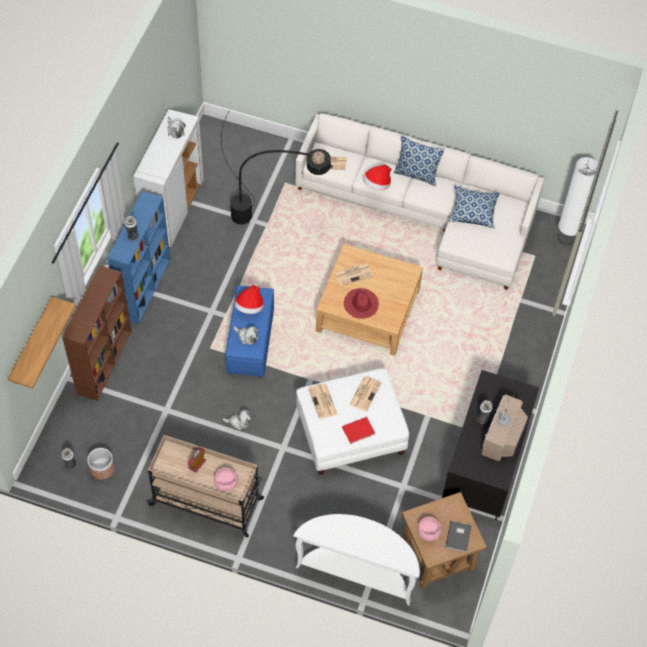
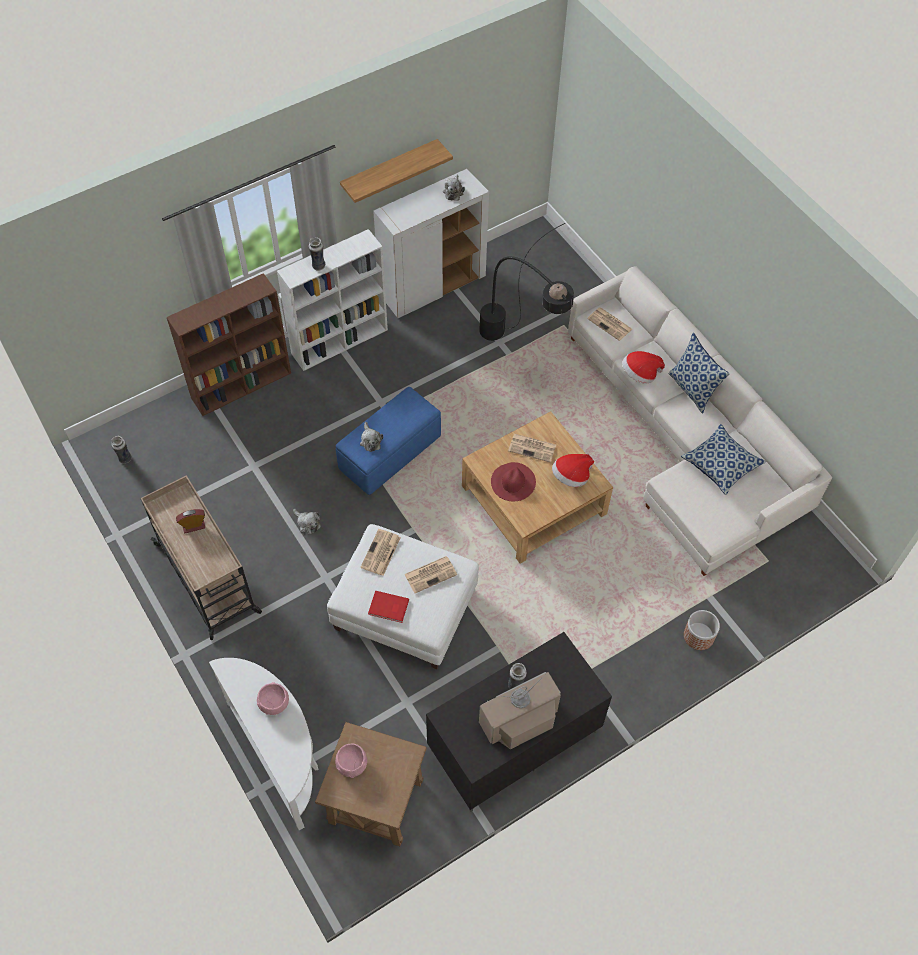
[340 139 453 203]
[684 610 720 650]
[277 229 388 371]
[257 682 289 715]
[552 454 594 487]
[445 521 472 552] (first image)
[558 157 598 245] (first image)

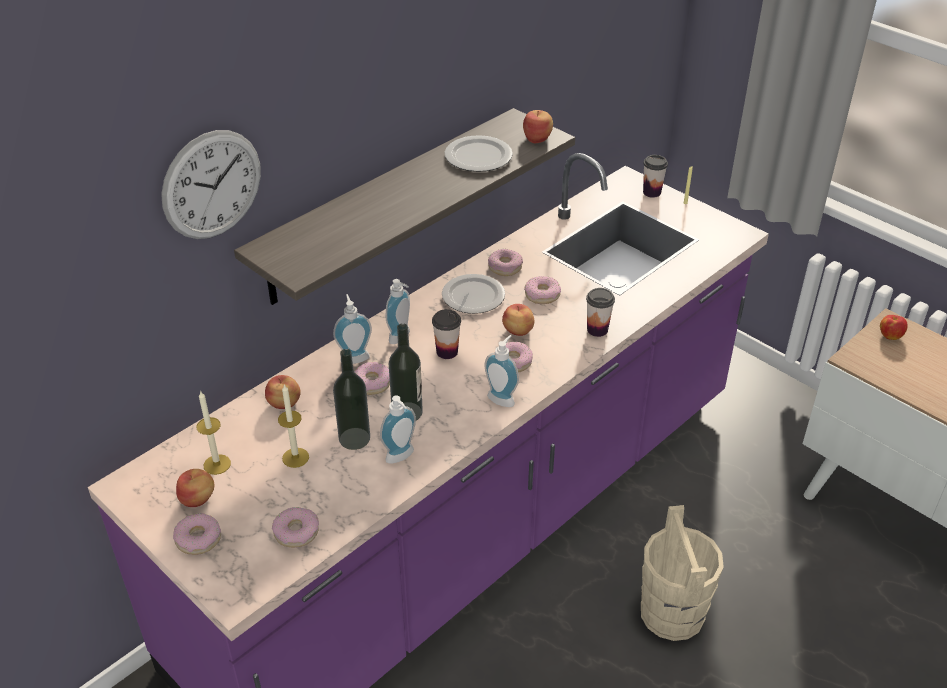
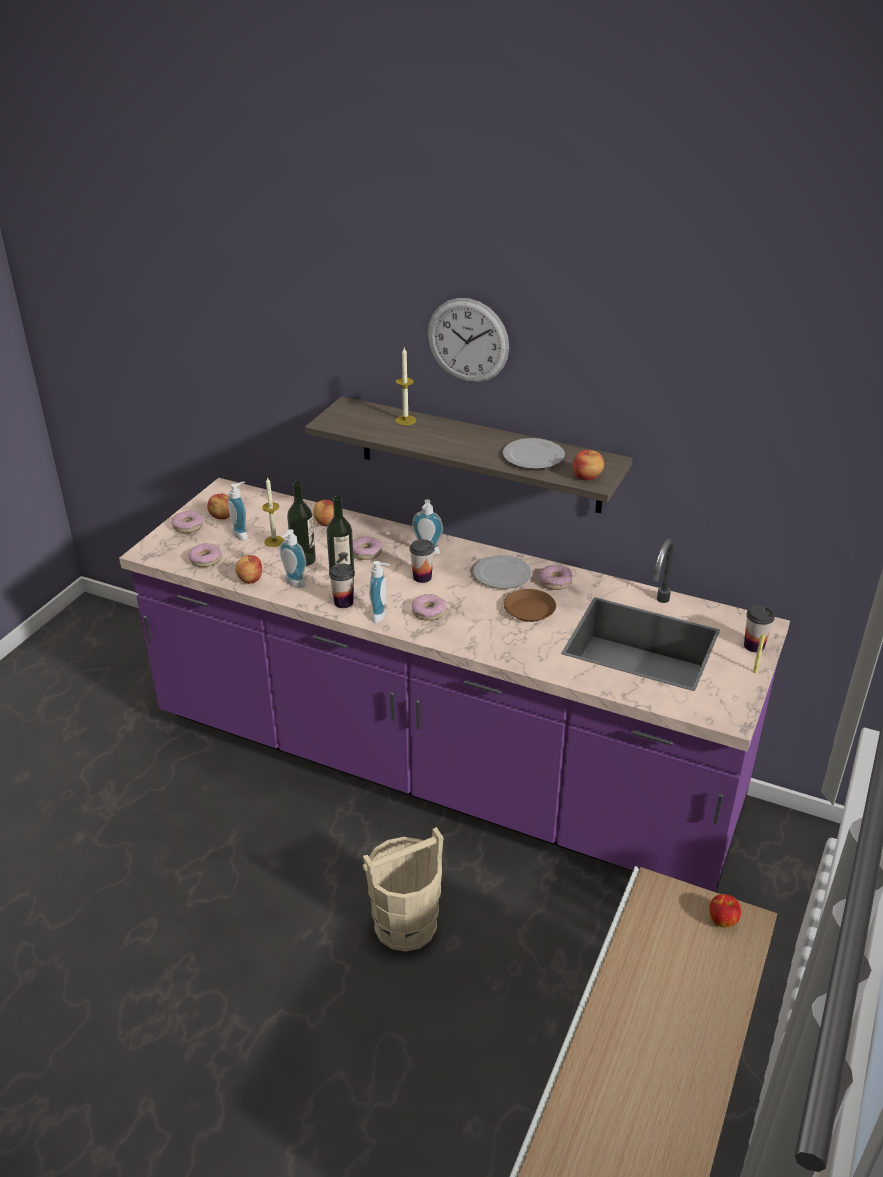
[428 298 509 383]
[395 348 416 425]
[228 481 248 540]
[235 555 262 584]
[504 589 556 622]
[329 563 355 608]

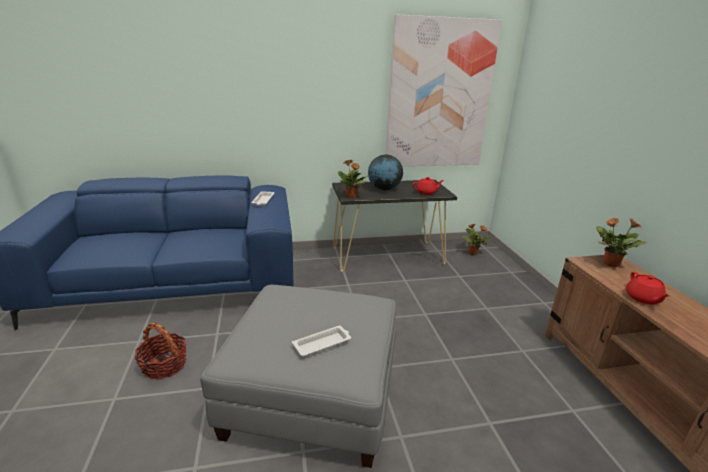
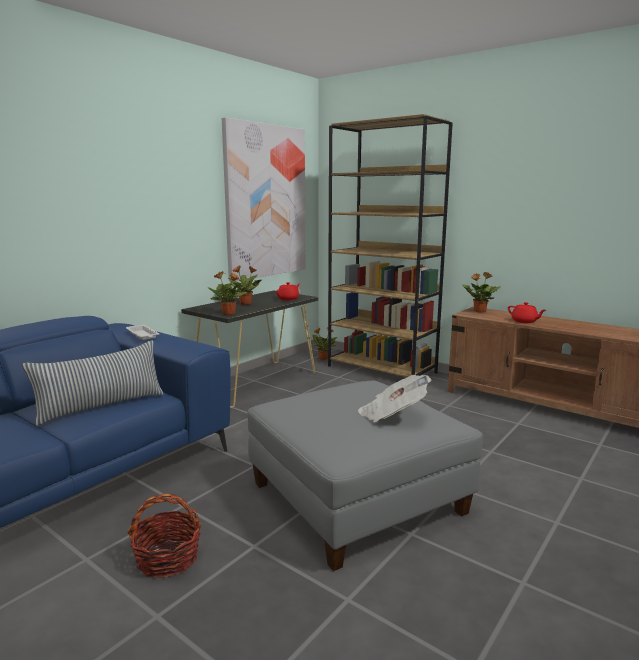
[358 375 432 422]
[228 265 262 305]
[22 340 164 426]
[328 114 453 377]

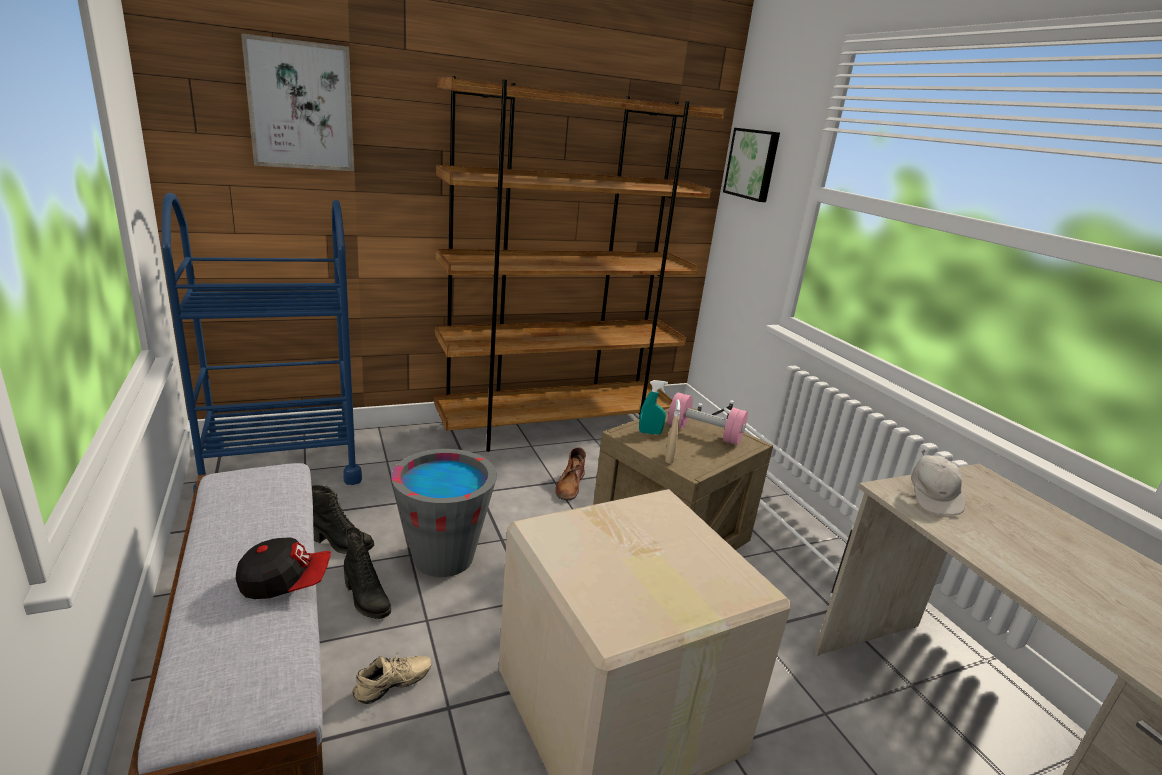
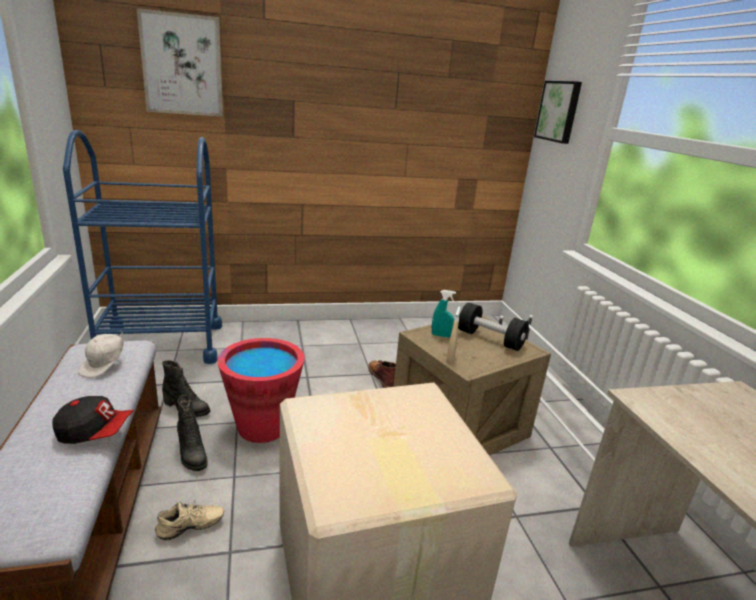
[217 338 305 443]
[434 76 725 452] (first image)
[368 360 396 388]
[458 303 529 351]
[78 331 124 378]

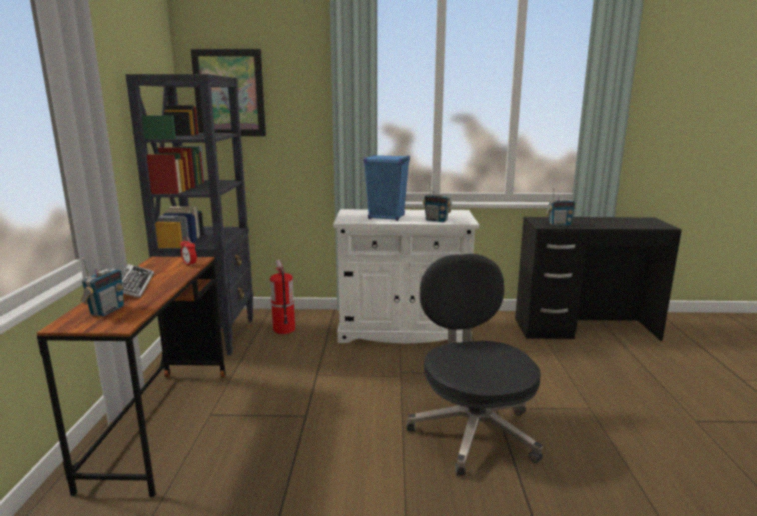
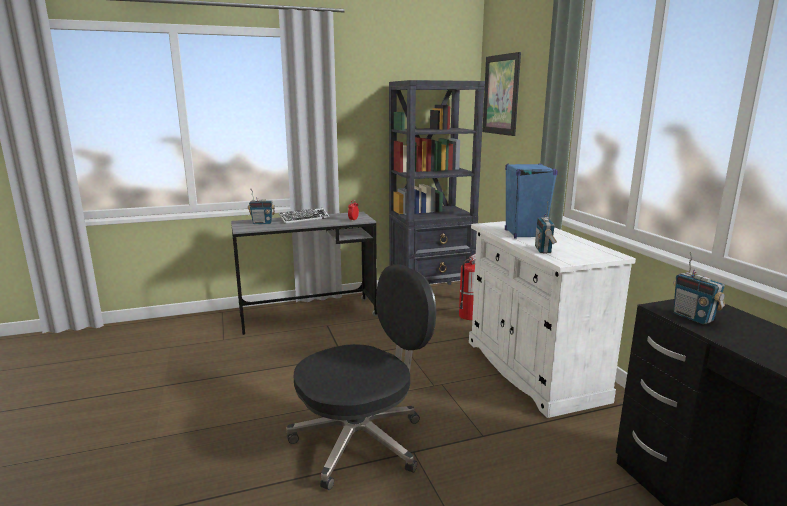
[231 212 378 335]

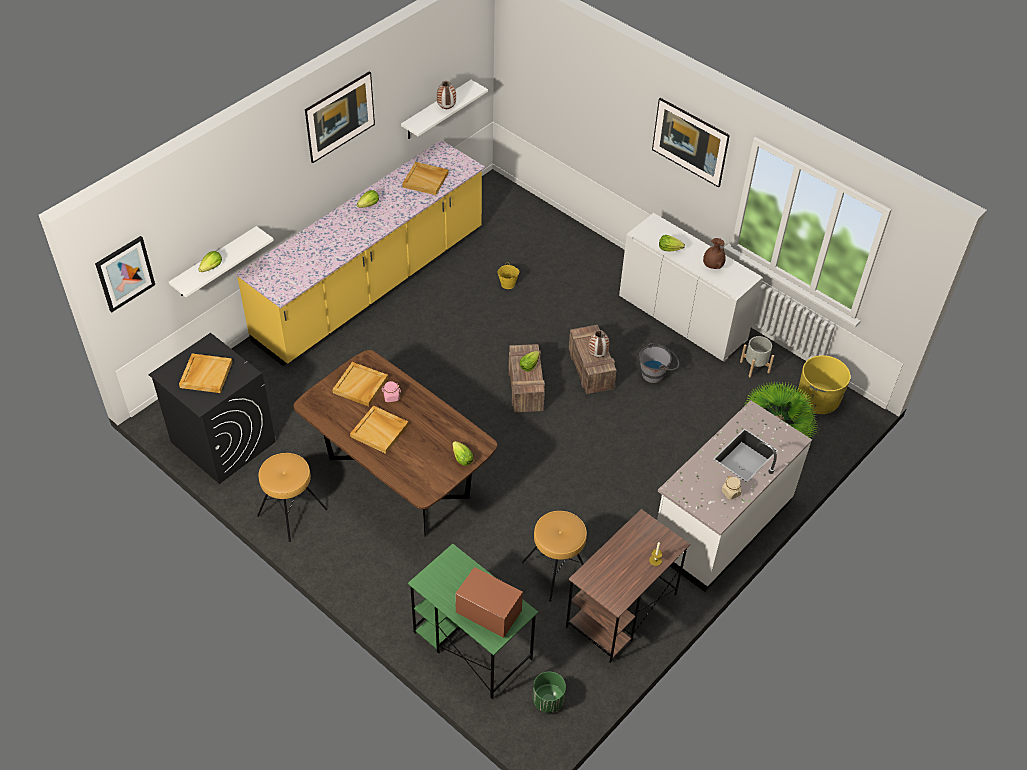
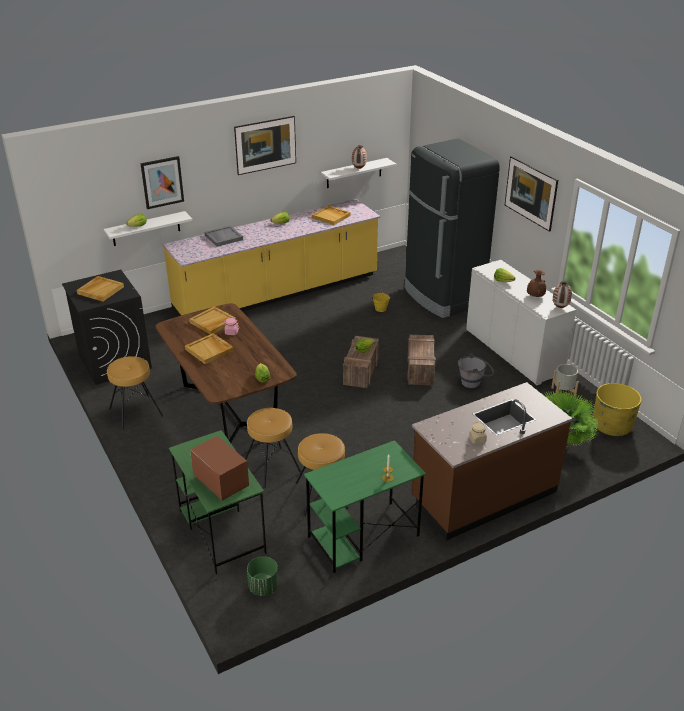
[140 156 184 209]
[304 440 426 573]
[553 281 572 308]
[411 382 572 540]
[205 225 243 247]
[245 408 301 488]
[405 138 500 318]

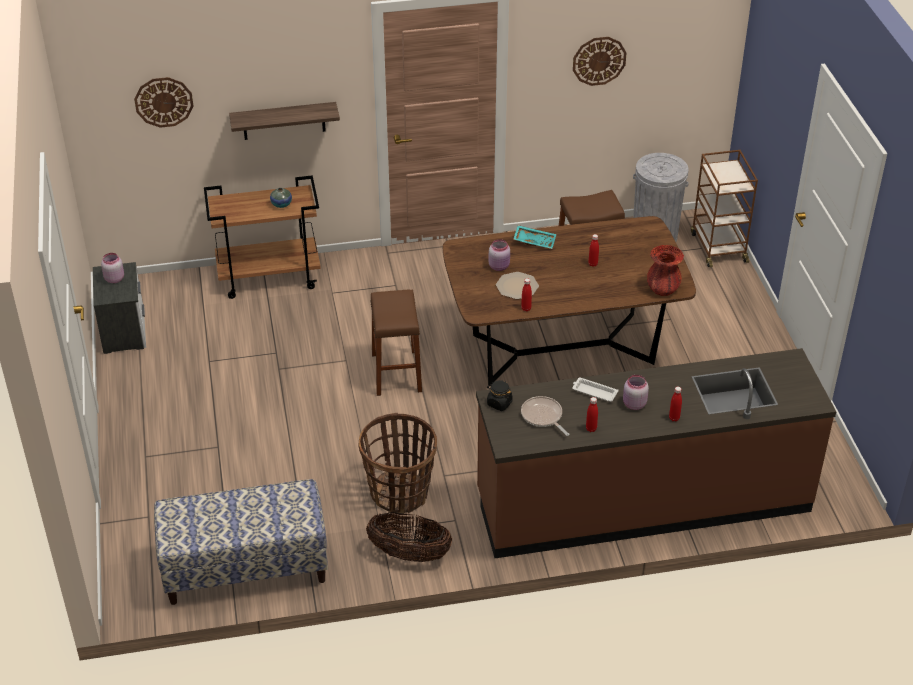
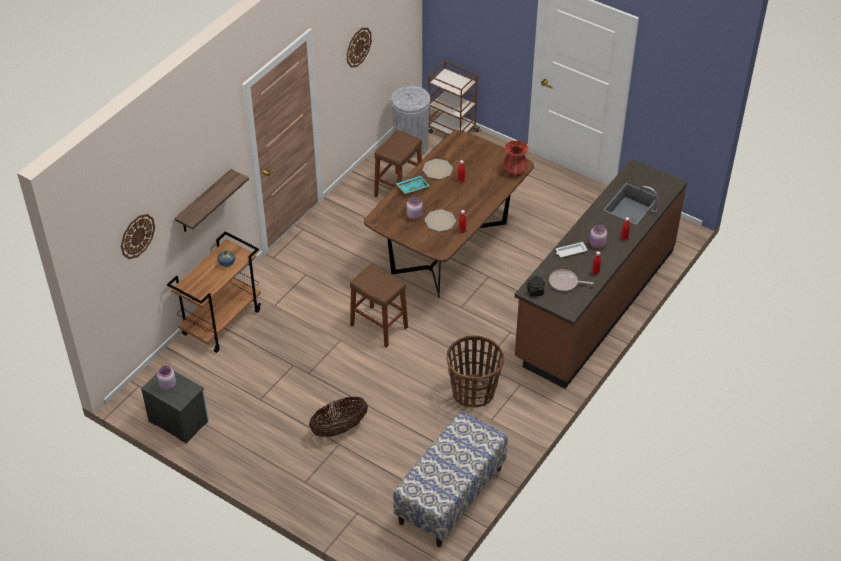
[309 397 368 437]
[422 159 453 179]

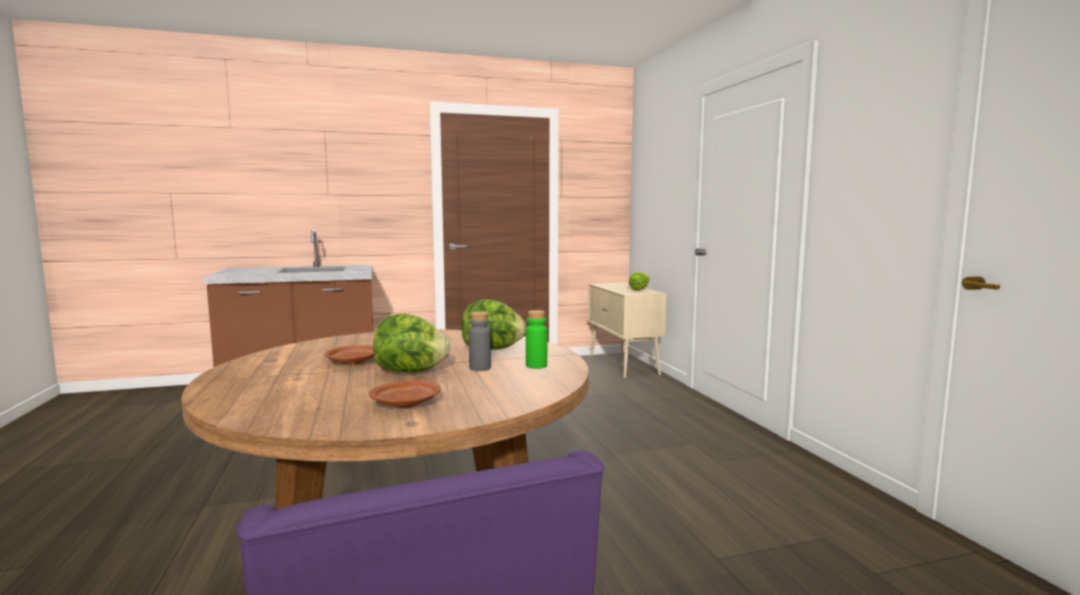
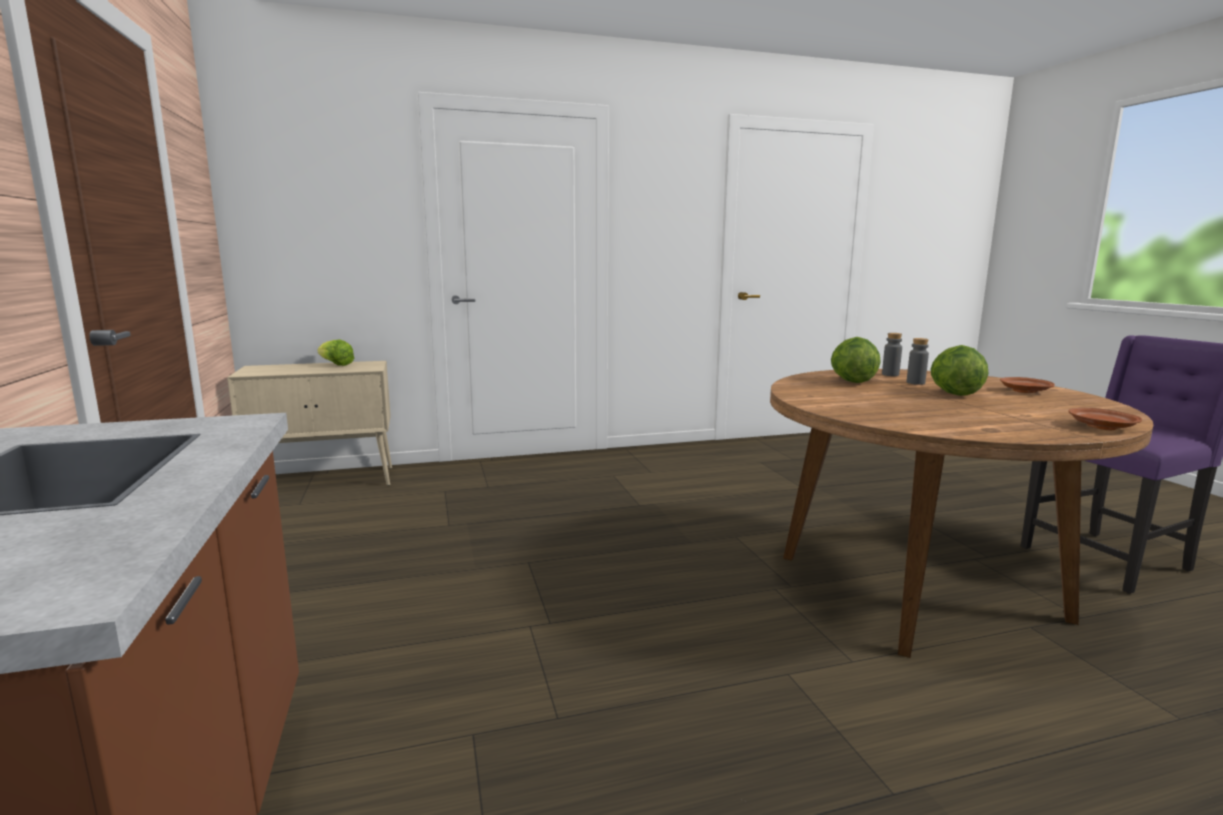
[1068 408 1142 430]
[882 333 902 376]

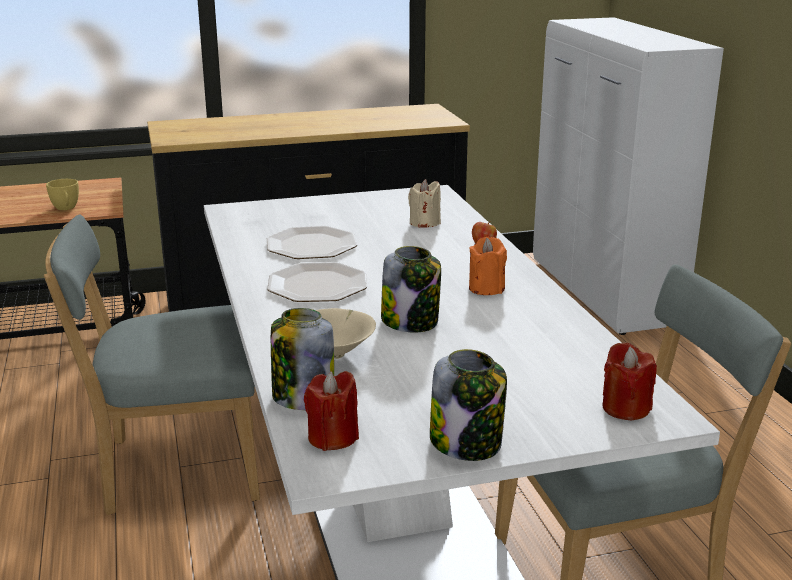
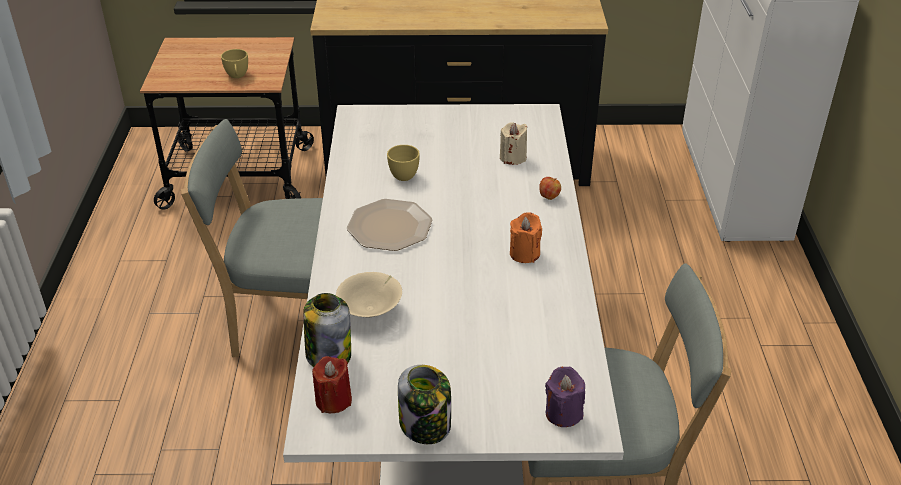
[387 145 420 181]
[381 246 441 333] (first image)
[545 367 585 427]

